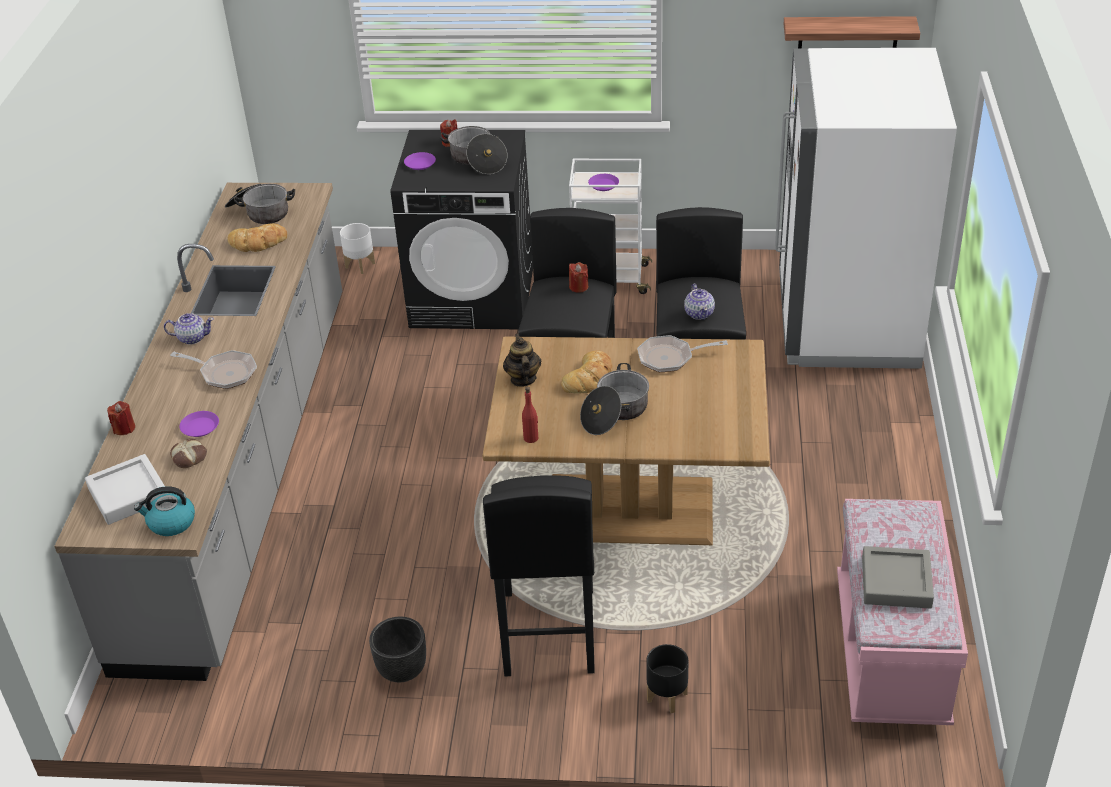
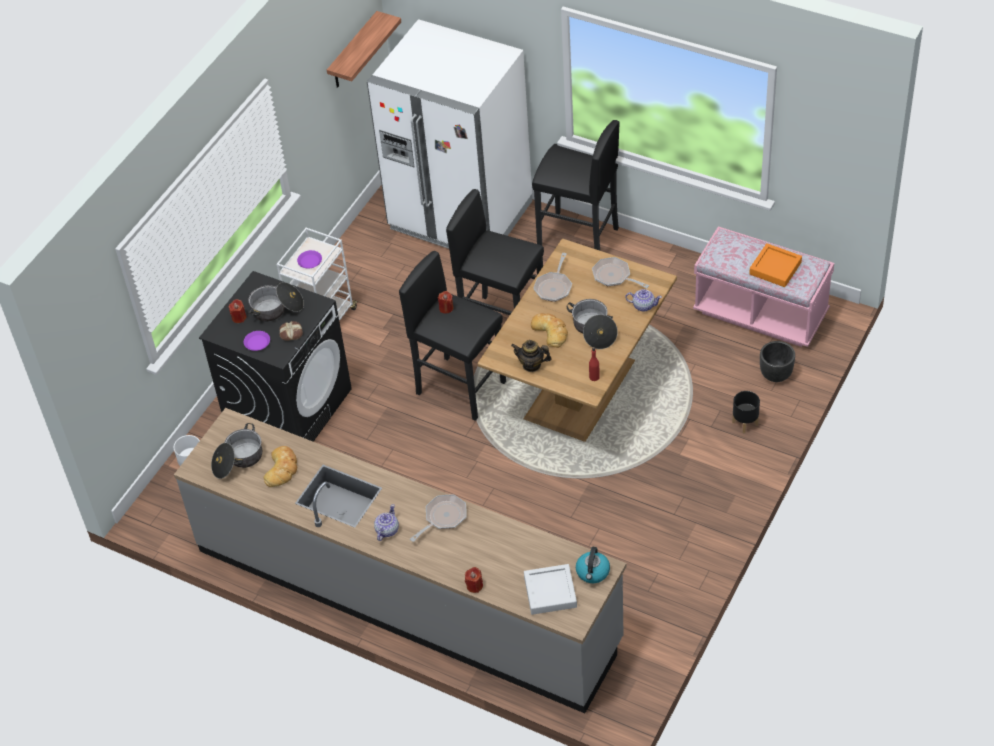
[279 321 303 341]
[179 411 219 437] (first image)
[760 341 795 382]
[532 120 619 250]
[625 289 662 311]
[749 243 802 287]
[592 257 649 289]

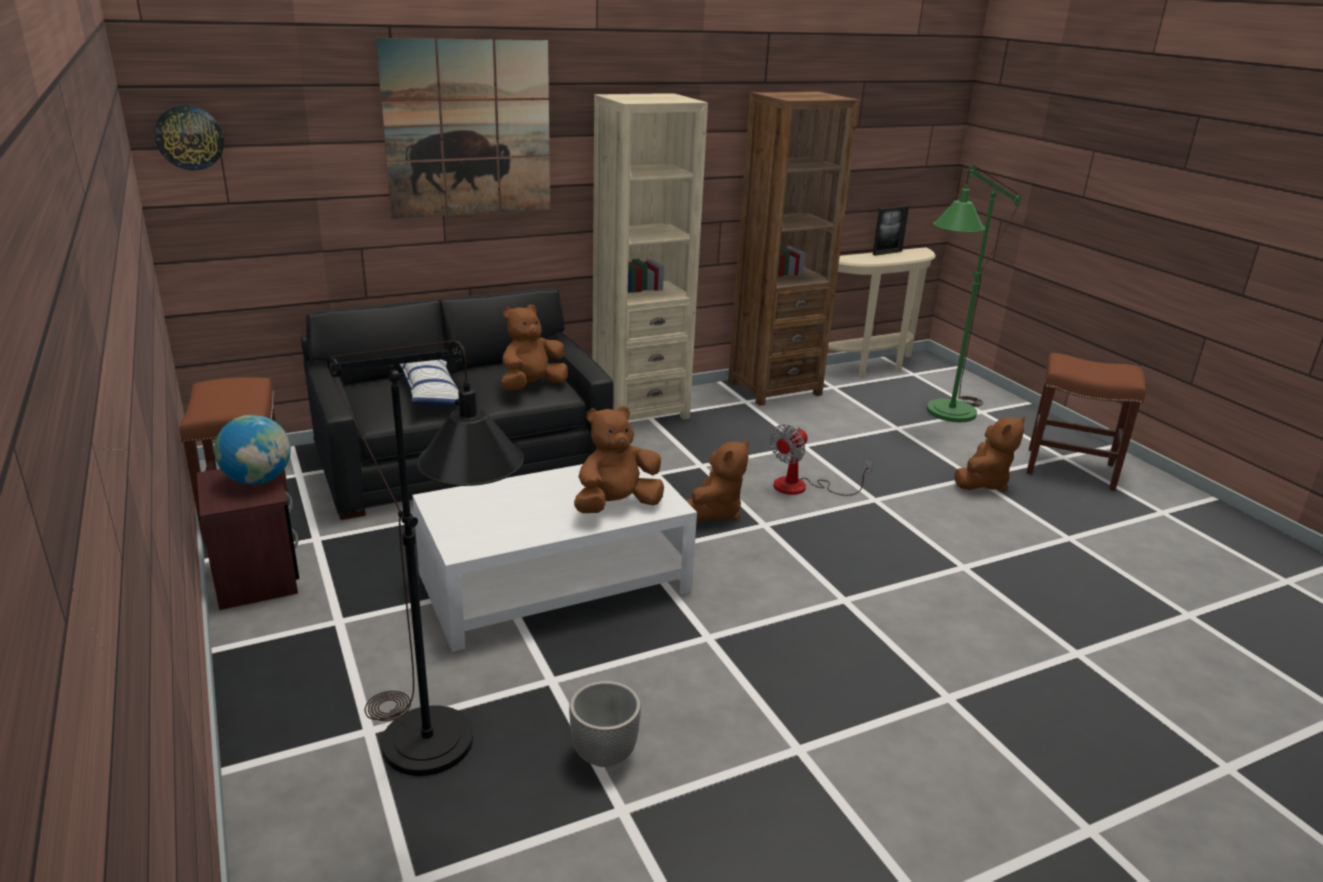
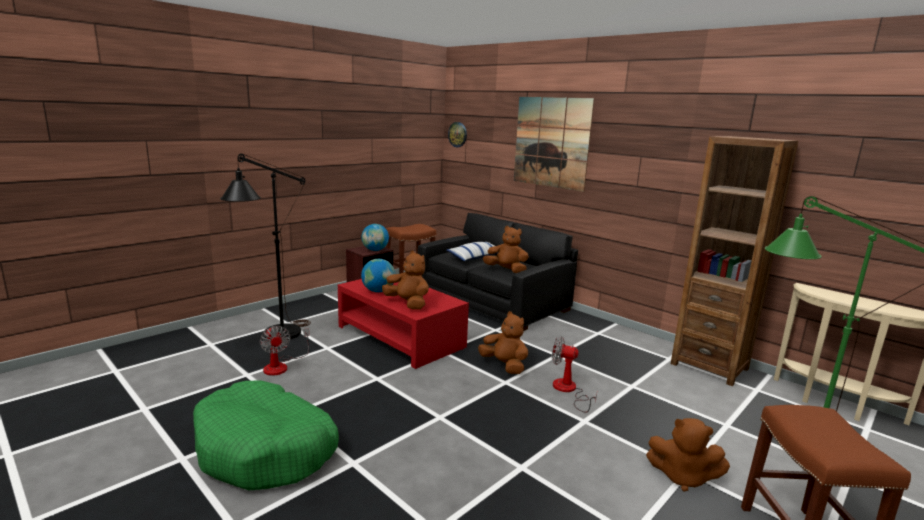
[338 279 469 369]
[260 326 309 376]
[592 93 708 421] (first image)
[478 311 528 374]
[873 205 909 256] (first image)
[193 381 339 490]
[361 259 395 292]

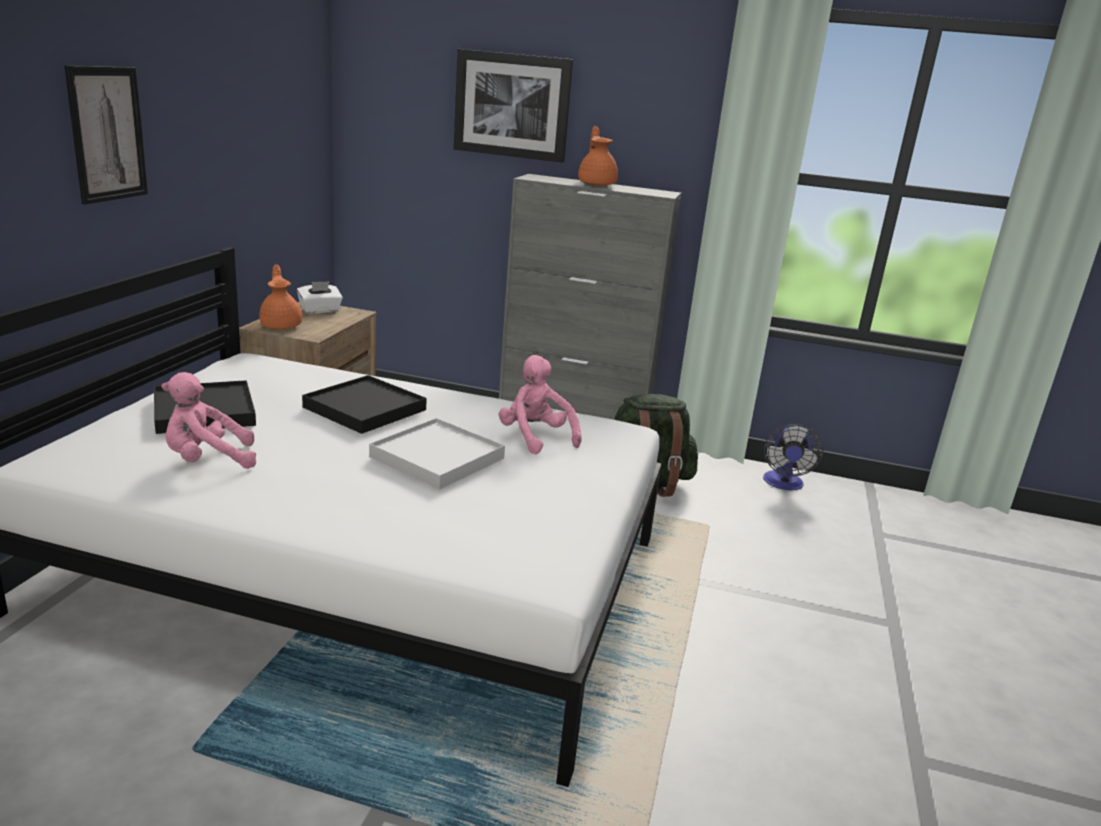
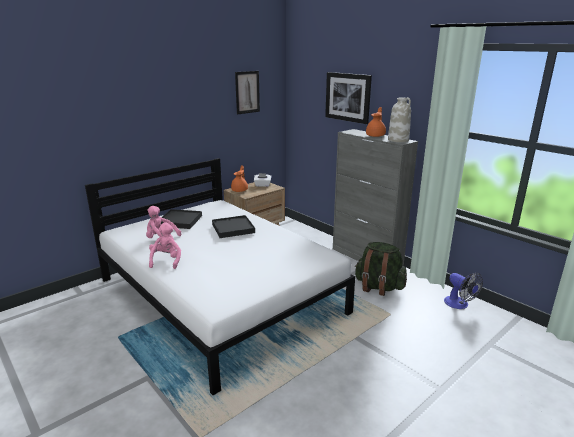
[235 71 260 114]
[369 418 505 490] (first image)
[149 222 181 269]
[444 273 483 309]
[388 97 411 142]

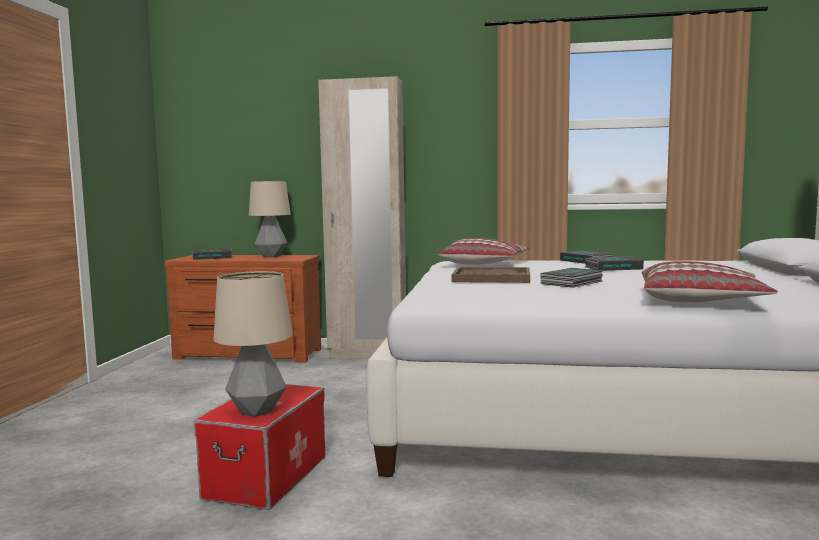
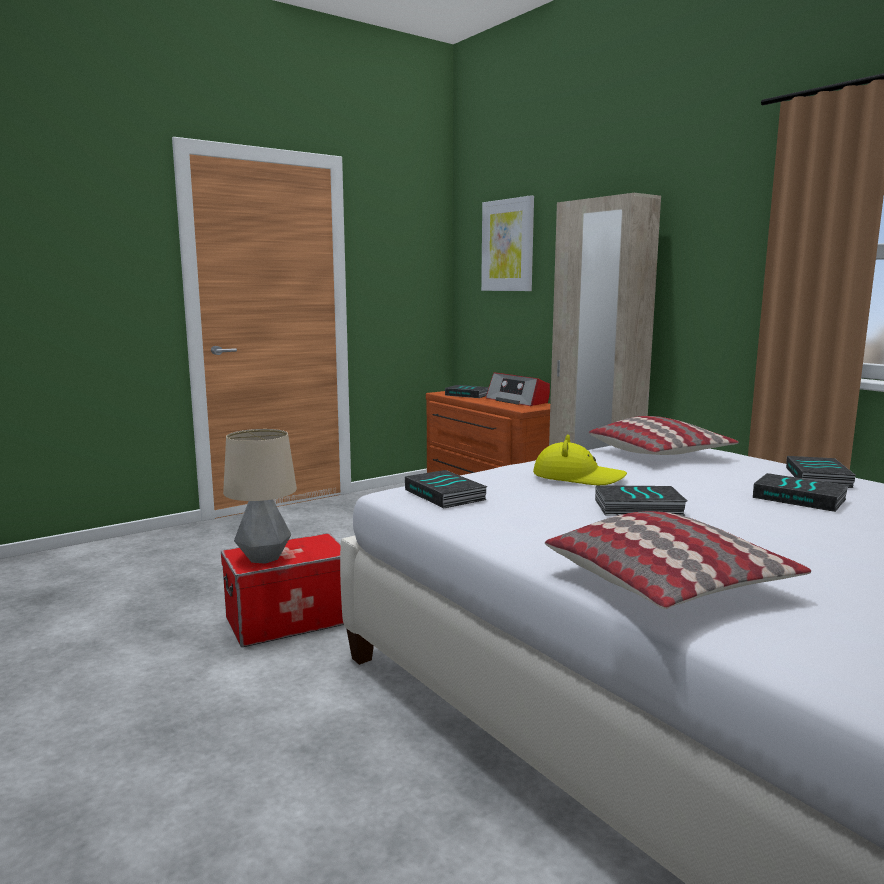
[486 372 550 406]
[533 434 627 485]
[405 470 487 508]
[481 195 534 291]

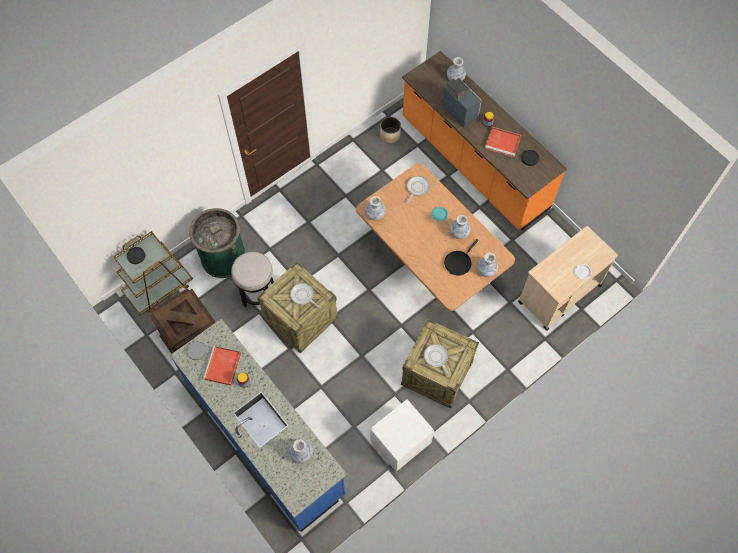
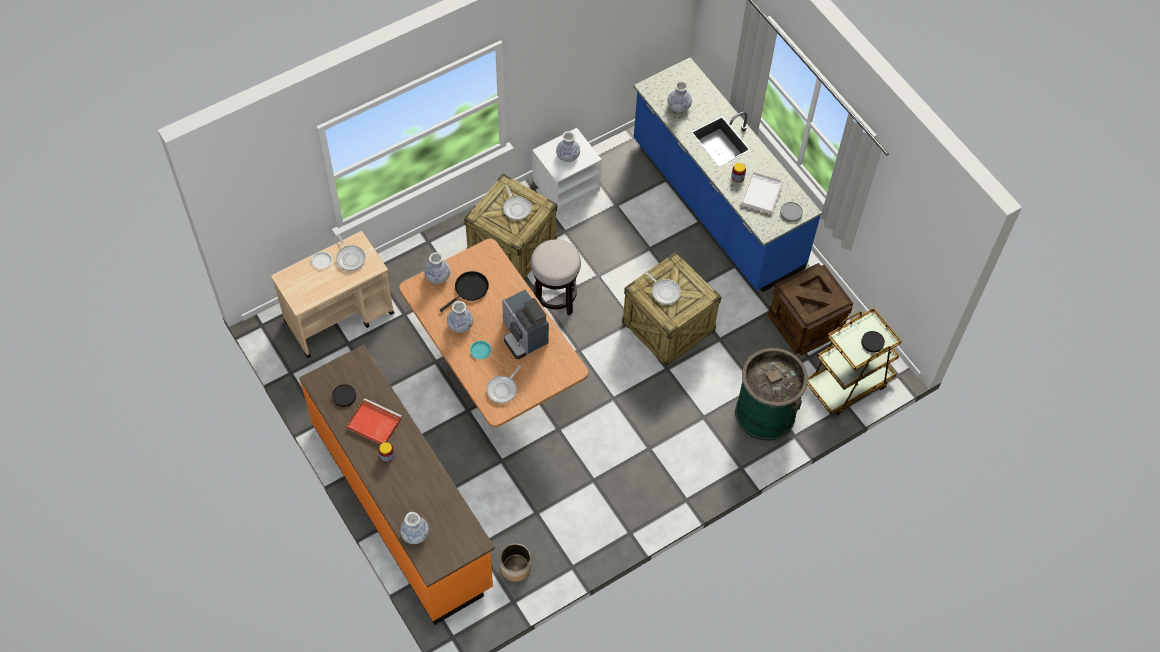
[741 172 783 214]
[530 239 581 315]
[556 131 580 162]
[502 289 549 359]
[336 235 366 271]

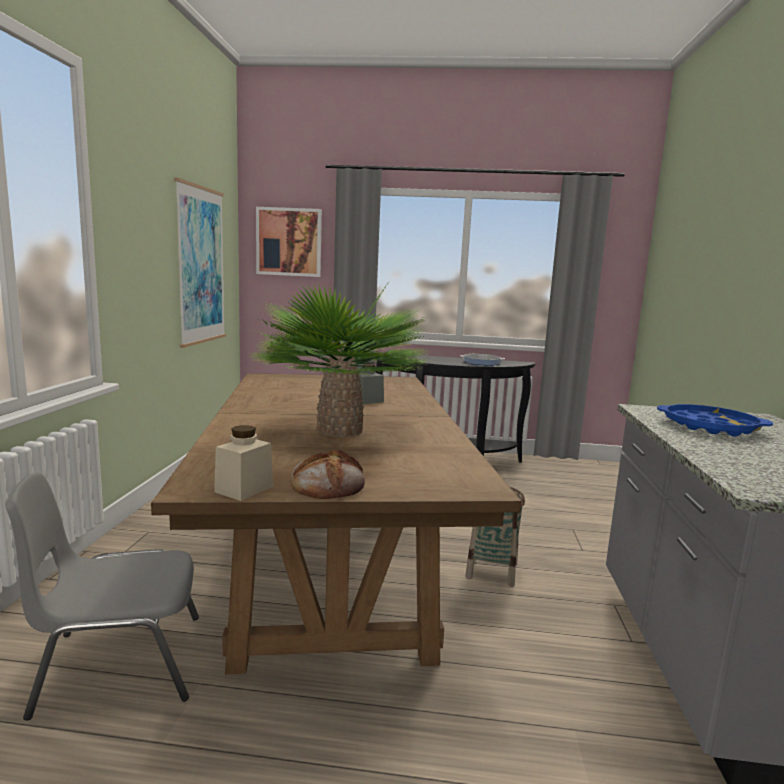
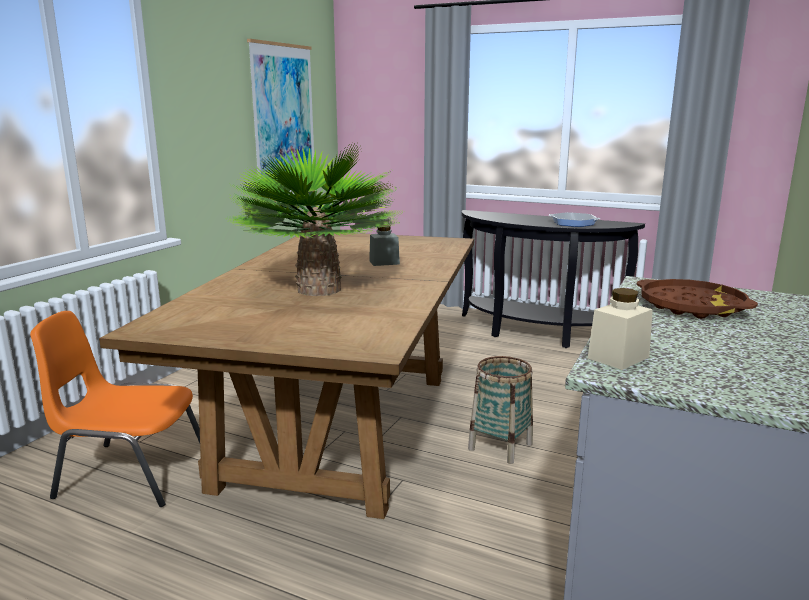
[30 311 200 507]
[588 288 653 370]
[256 207 322 277] (first image)
[291 450 365 499] (first image)
[637 279 758 319]

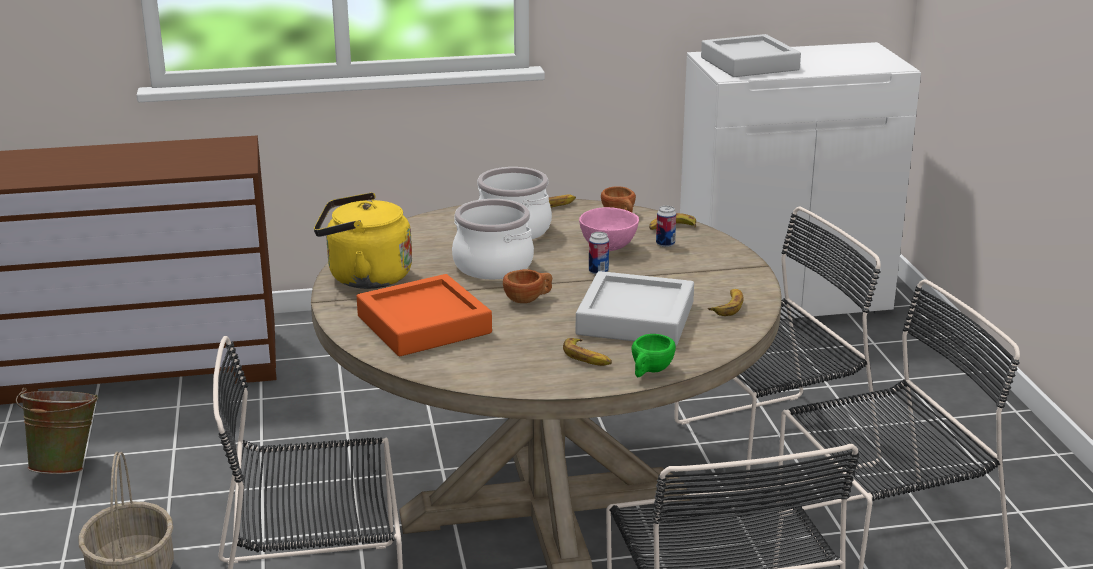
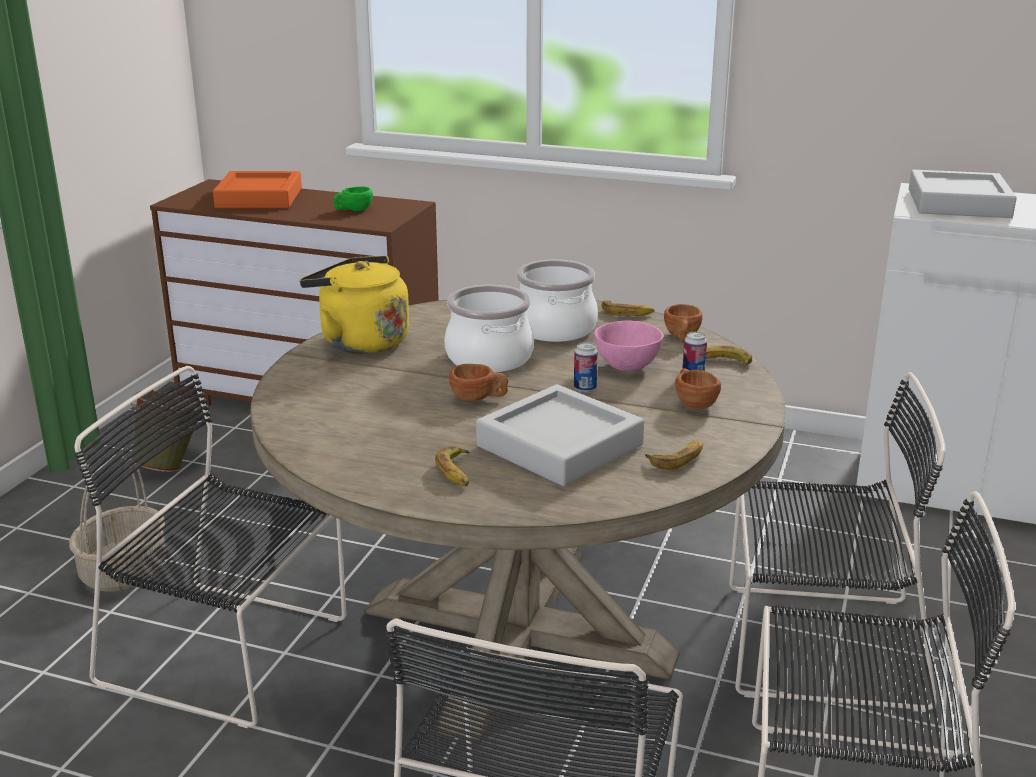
[213 171 302 208]
[333 186 373 211]
[675 368 721 410]

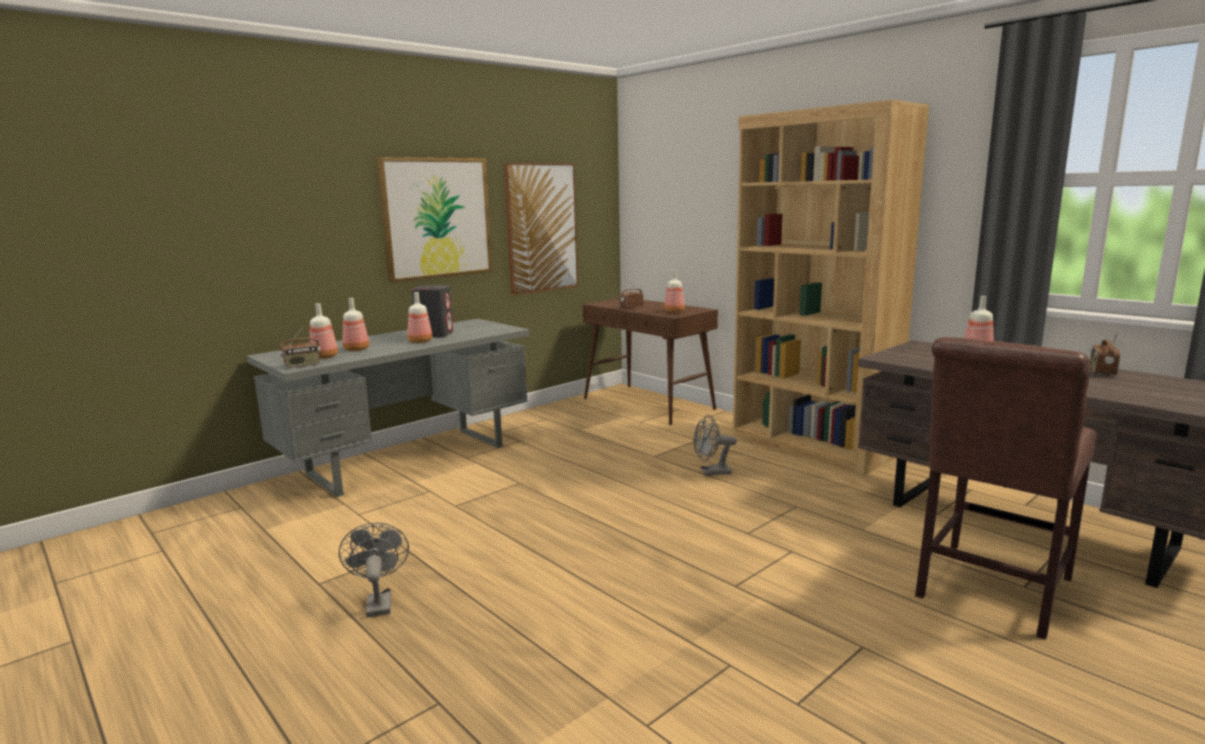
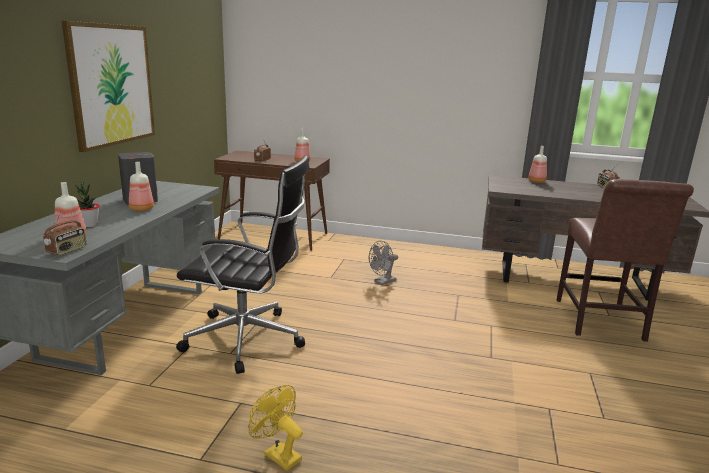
[248 385 303 471]
[75 182 100 227]
[504 163 578 295] (first image)
[733 100 929 476] (first image)
[176 156 310 374]

